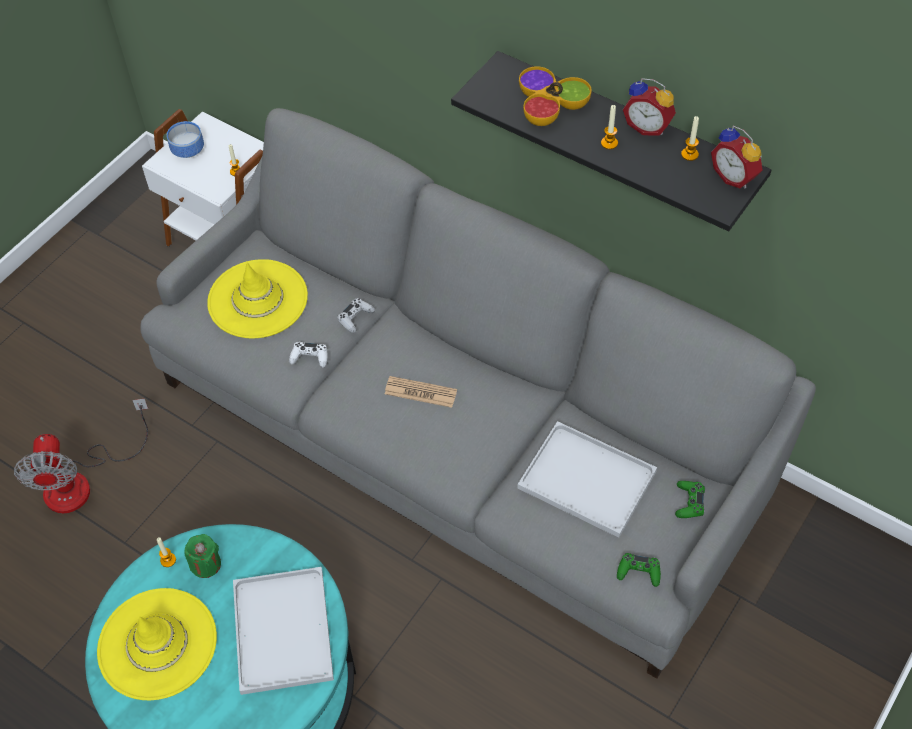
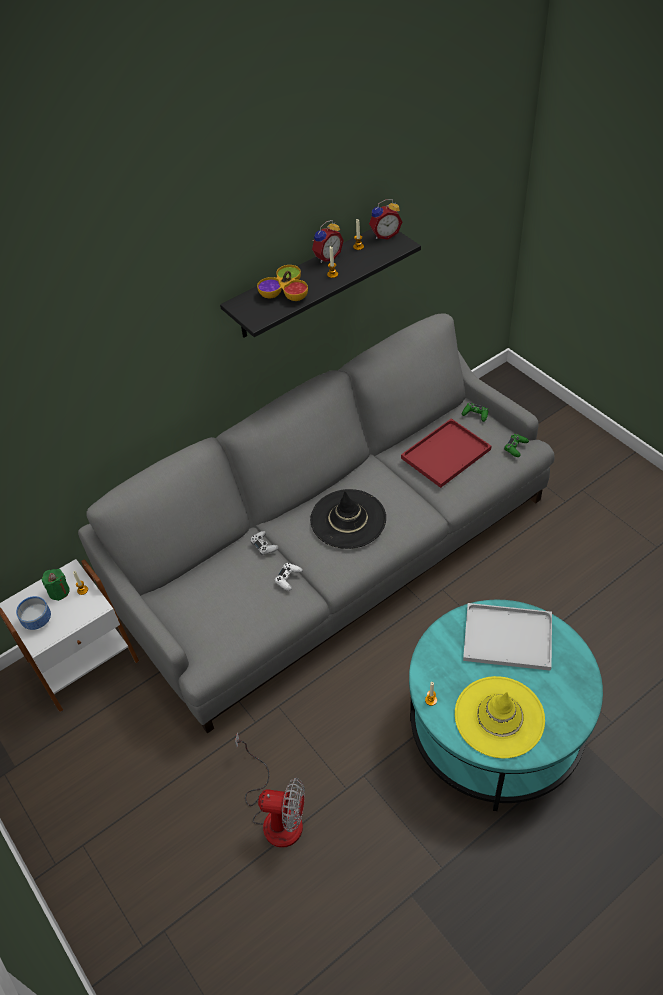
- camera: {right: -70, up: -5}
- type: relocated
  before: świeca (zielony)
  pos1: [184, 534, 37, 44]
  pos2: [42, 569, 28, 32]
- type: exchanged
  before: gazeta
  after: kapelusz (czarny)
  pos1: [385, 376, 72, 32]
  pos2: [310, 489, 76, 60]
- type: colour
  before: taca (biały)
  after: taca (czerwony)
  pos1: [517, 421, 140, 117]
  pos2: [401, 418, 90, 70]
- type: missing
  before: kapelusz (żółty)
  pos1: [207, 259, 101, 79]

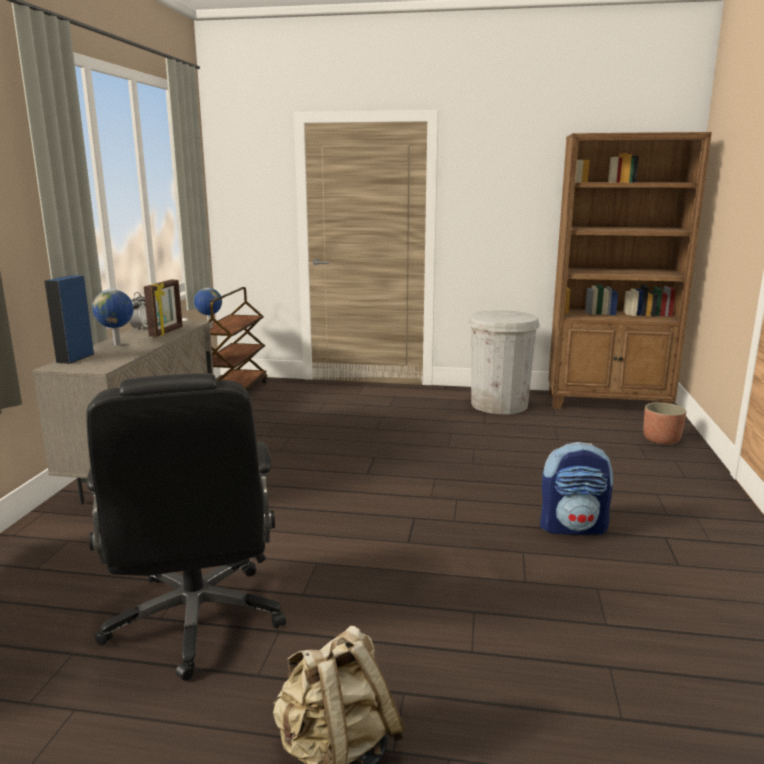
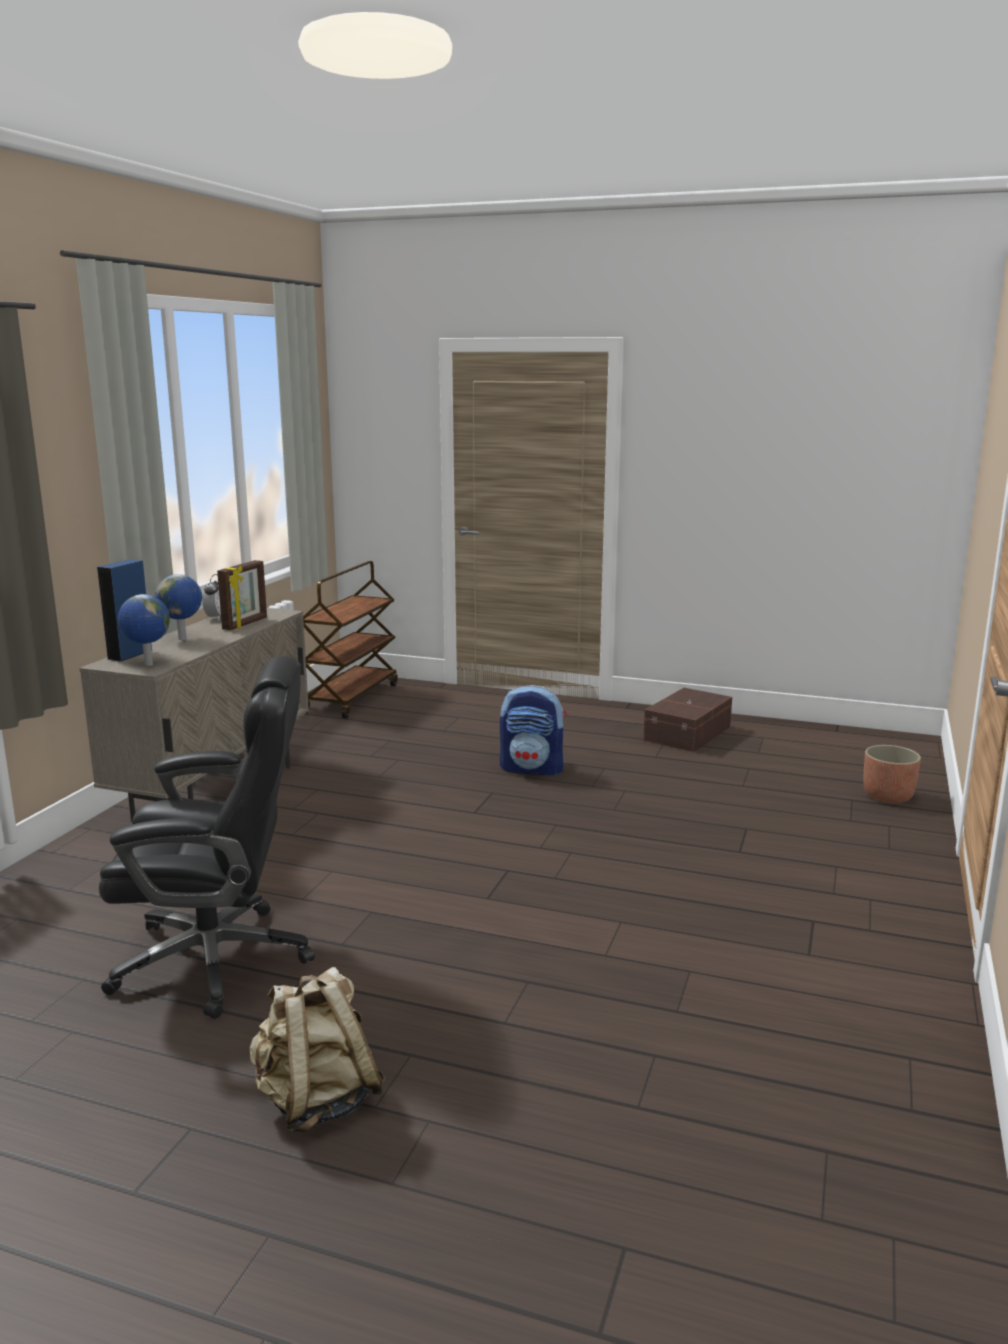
- camera: {right: 10, up: 0}
- type: spun
  before: krzesło biurowe (czarny)
  pos1: [86, 373, 200, 308]
  pos2: [99, 656, 216, 363]
  turn: -90
- type: relocated
  before: globus
  pos1: [194, 288, 28, 40]
  pos2: [118, 594, 52, 72]
- type: relocated
  before: plecak
  pos1: [540, 442, 73, 93]
  pos2: [500, 685, 67, 91]
- type: exchanged
  before: kosz na śmieci (biały)
  after: pojemnik do przechowywania (brązowy)
  pos1: [468, 310, 72, 104]
  pos2: [643, 688, 89, 64]
- type: missing
  before: regał (brązowy)
  pos1: [548, 132, 164, 277]

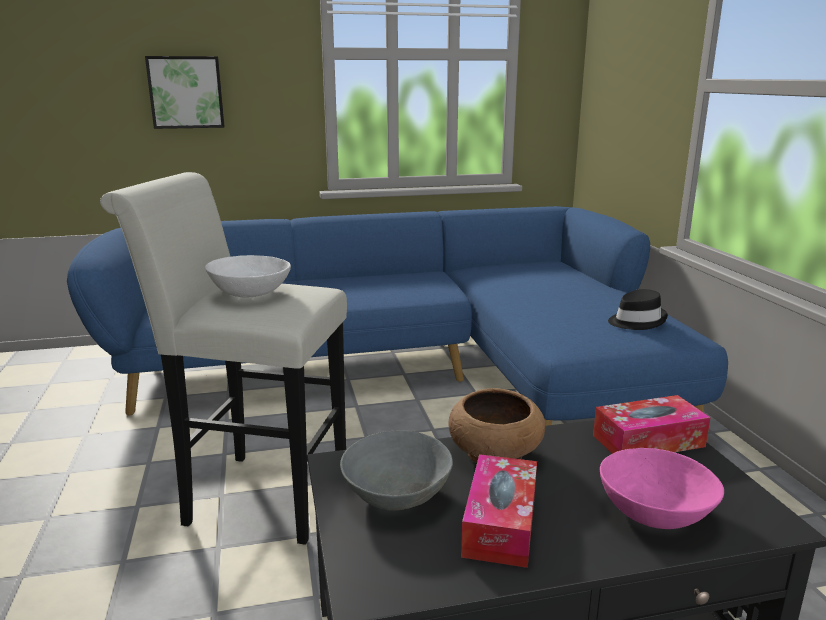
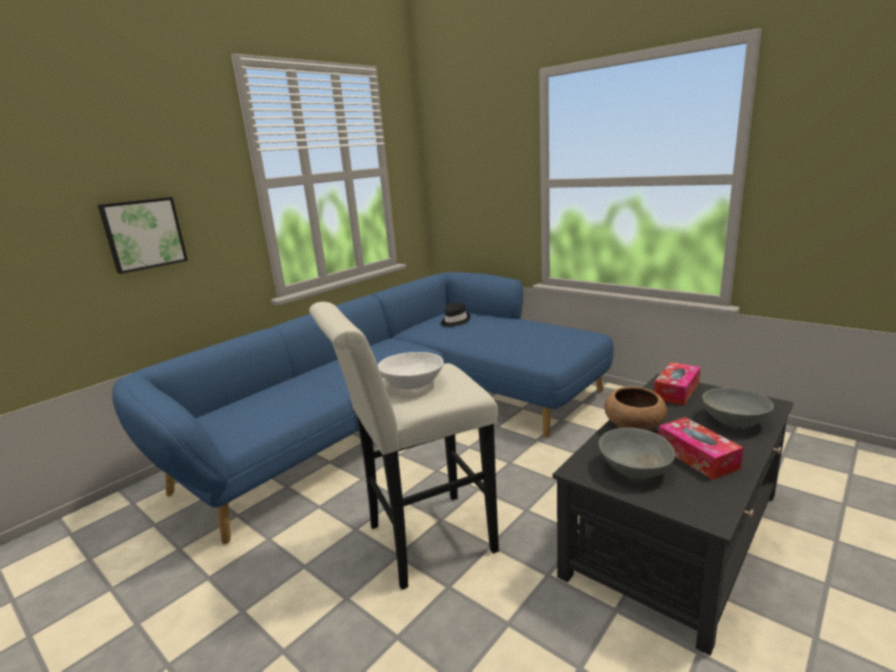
- camera: {right: -35, up: 0}
- type: relocated
  before: kapelusz (czarny)
  pos1: [608, 289, 60, 41]
  pos2: [441, 303, 29, 24]
- type: colour
  before: miska (różowy)
  after: miska (szary)
  pos1: [600, 448, 124, 81]
  pos2: [702, 388, 72, 39]

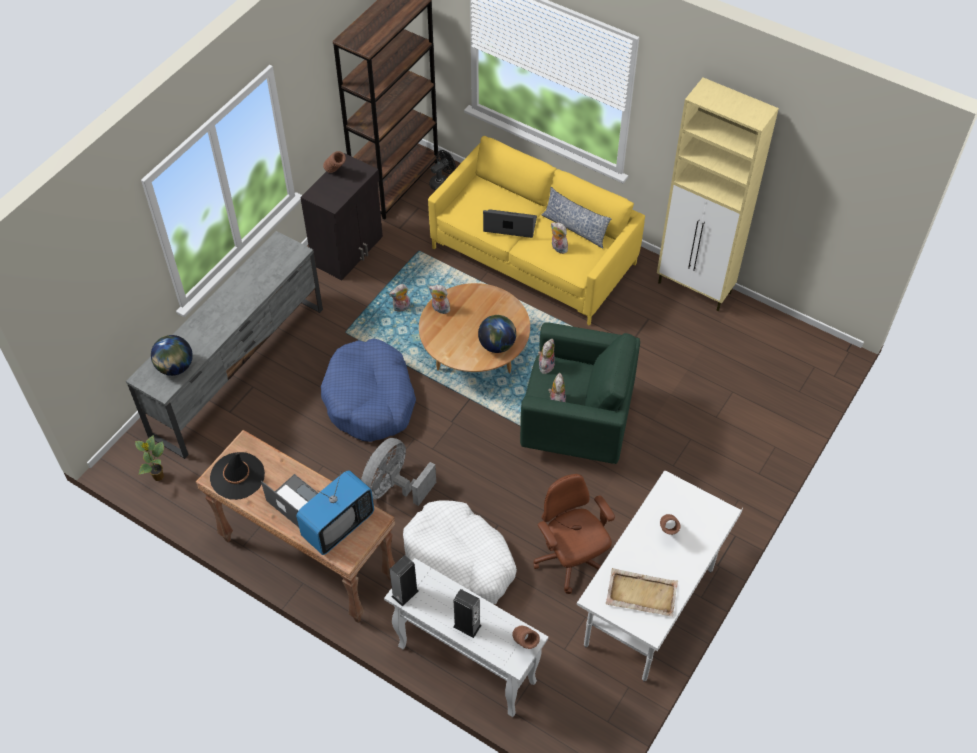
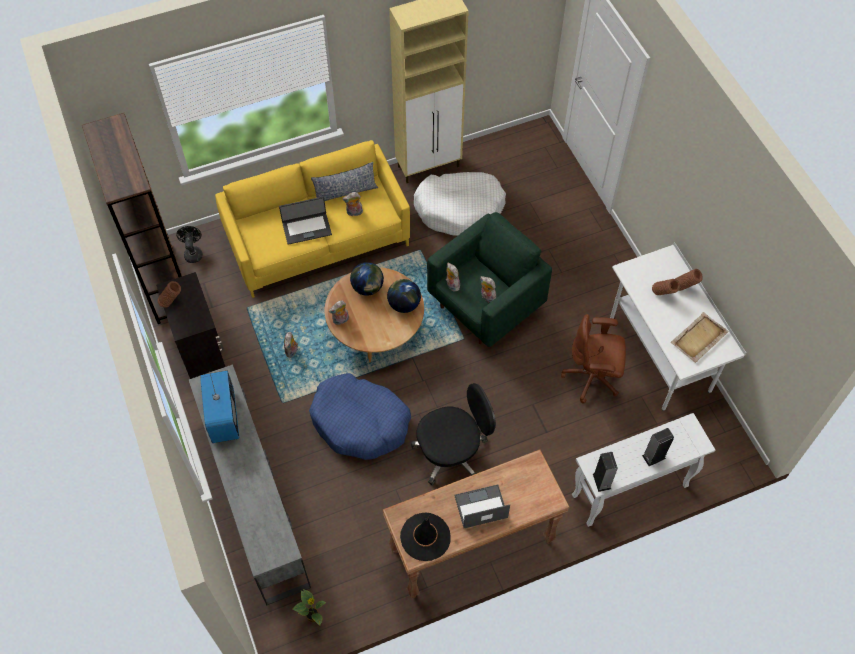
- camera: {right: -55, up: 5}
- type: relocated
  before: telewizor
  pos1: [296, 470, 78, 85]
  pos2: [200, 371, 39, 72]
- type: spun
  before: laptop
  pos1: [483, 209, 54, 29]
  pos2: [279, 197, 53, 48]
  turn: -150
- type: relocated
  before: globus
  pos1: [151, 335, 42, 41]
  pos2: [350, 262, 34, 34]
- type: exchanged
  before: wentylator (szary)
  after: krzesło biurowe (czarny)
  pos1: [361, 438, 75, 68]
  pos2: [411, 383, 85, 102]
- type: relocated
  before: legowisko (biały)
  pos1: [403, 500, 114, 104]
  pos2: [414, 172, 92, 64]
- type: relocated
  before: wazon (brązowy)
  pos1: [512, 626, 28, 23]
  pos2: [675, 269, 28, 22]

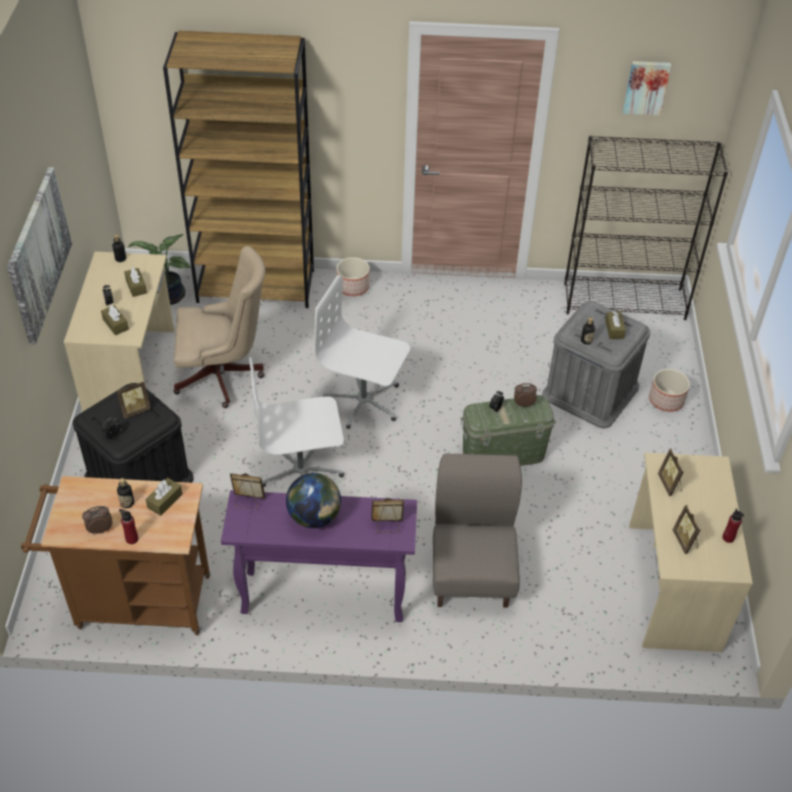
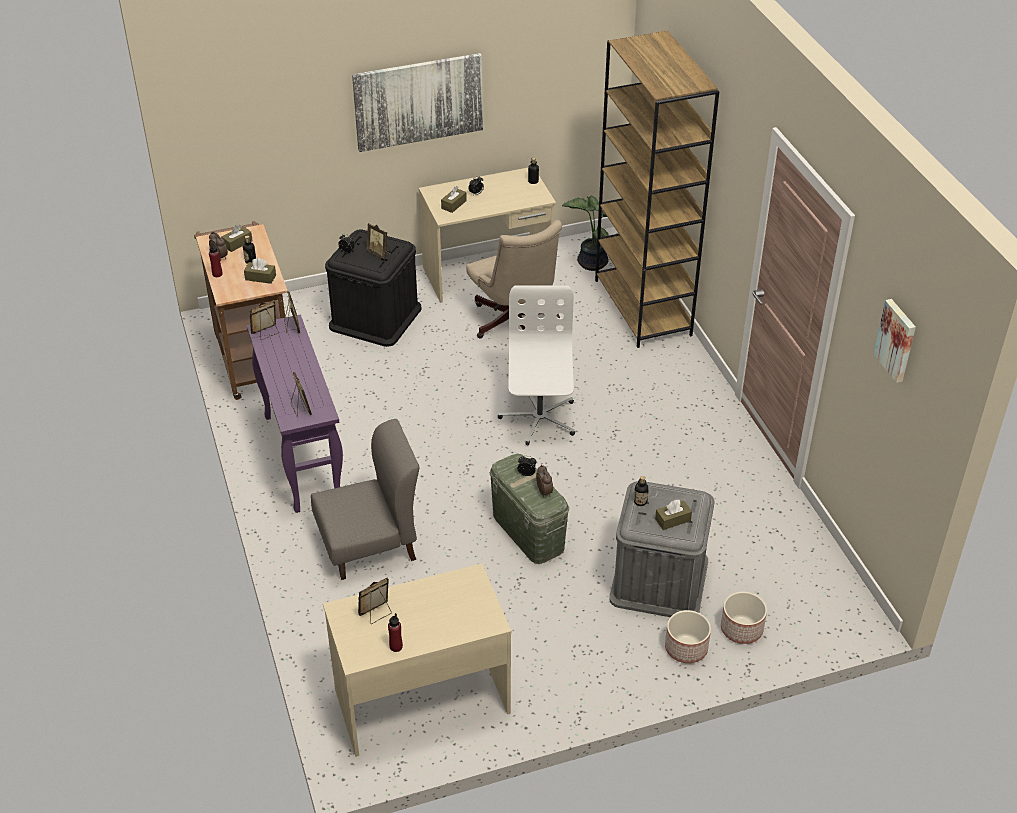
- camera: {right: 70, up: -5}
- type: relocated
  before: pudełko chusteczek (brązowy)
  pos1: [124, 267, 23, 30]
  pos2: [221, 224, 32, 28]
- type: relocated
  before: ramka na zdjęcie
  pos1: [658, 449, 25, 47]
  pos2: [250, 300, 29, 40]
- type: relocated
  before: donica
  pos1: [336, 257, 34, 39]
  pos2: [721, 592, 46, 52]
- type: missing
  before: krzesło biurowe (biały)
  pos1: [249, 357, 95, 130]
- type: missing
  before: globus
  pos1: [286, 473, 55, 55]
- type: missing
  before: regał (czarny)
  pos1: [564, 136, 164, 184]

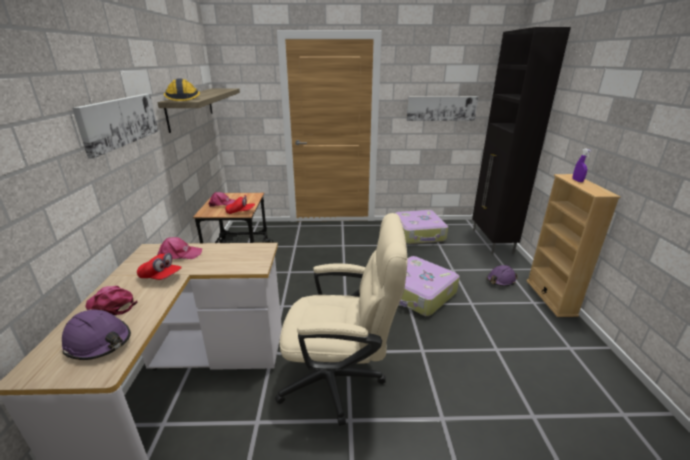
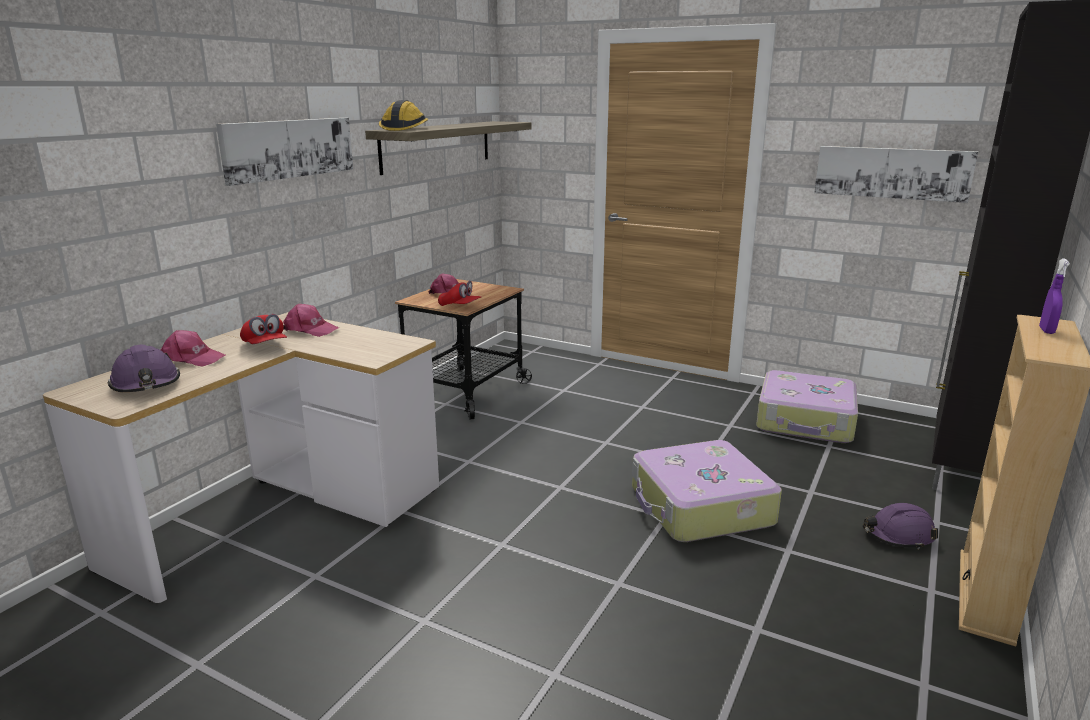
- camera: {right: 30, up: -5}
- type: spun
  before: czapka z daszkiem (różowy)
  pos1: [85, 286, 53, 29]
  pos2: [161, 330, 64, 36]
  turn: 135
- type: missing
  before: krzesło biurowe (beżowy)
  pos1: [275, 213, 133, 213]

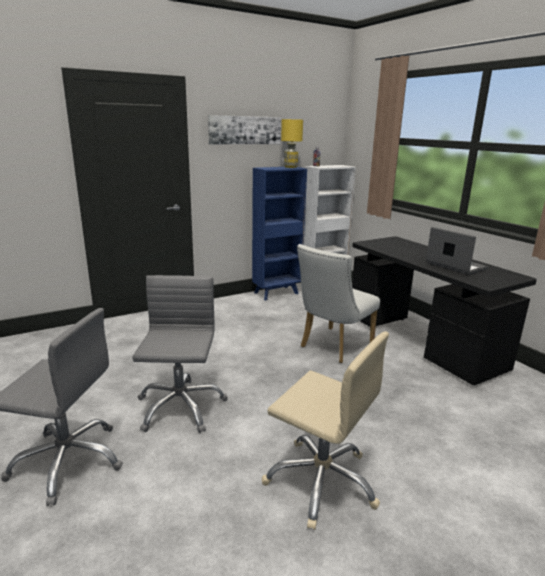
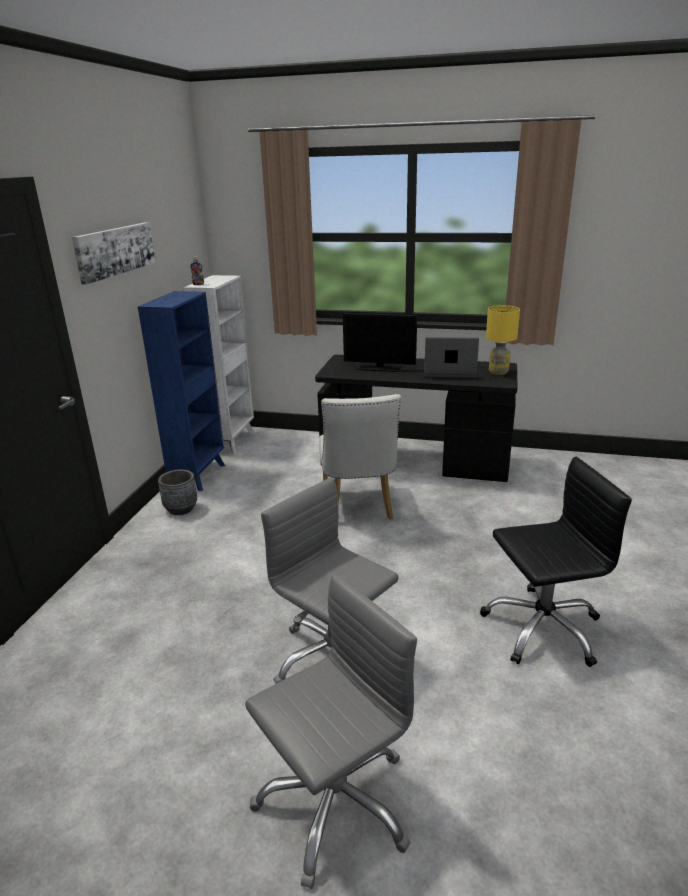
- camera: {right: -45, up: 5}
- type: appeared
  after: donica (szary)
  pos2: [158, 469, 39, 46]
- type: appeared
  after: monitor
  pos2: [343, 313, 74, 59]
- type: colour
  before: krzesło biurowe (beżowy)
  after: krzesło biurowe (czarny)
  pos1: [262, 332, 127, 198]
  pos2: [480, 457, 152, 210]
- type: relocated
  before: lampa stołowa (żółty)
  pos1: [281, 119, 22, 49]
  pos2: [486, 305, 34, 70]

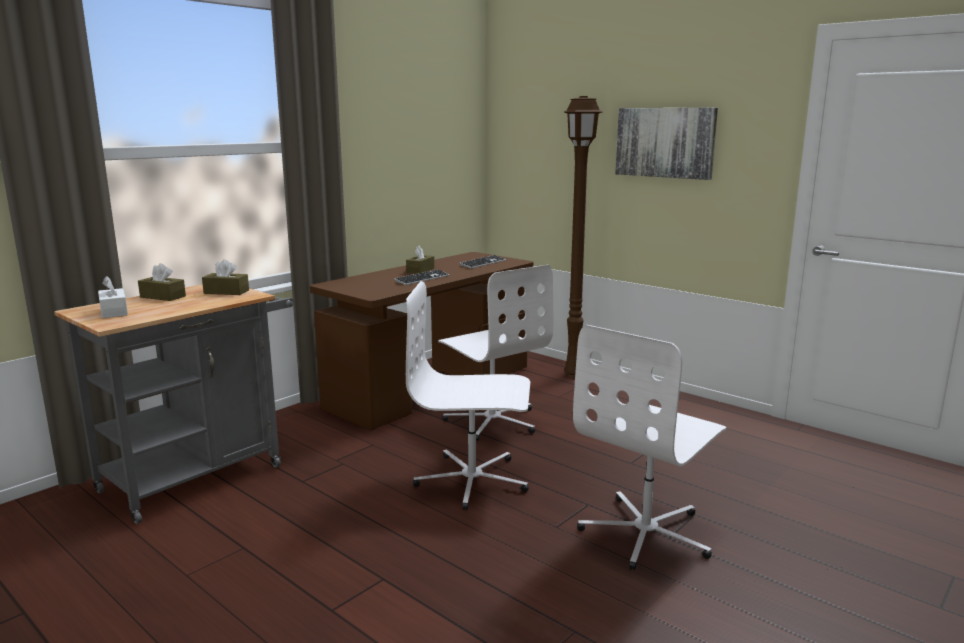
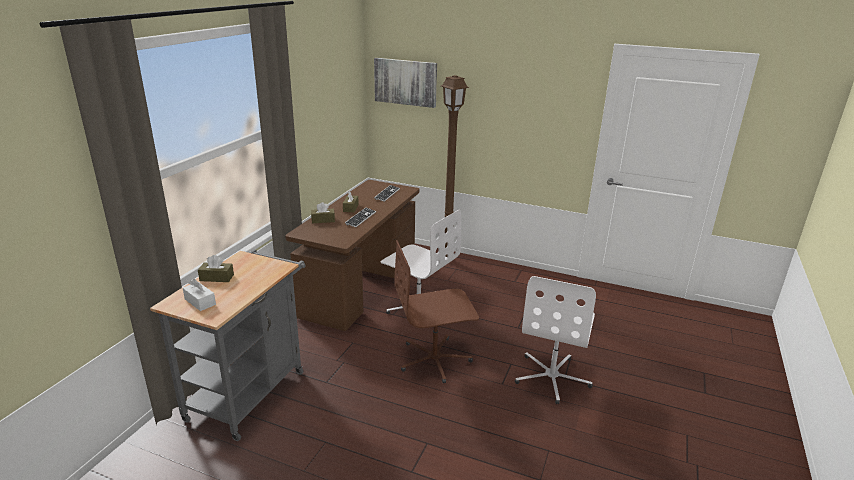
- camera: {right: -20, up: 10}
- type: relocated
  before: pudełko chusteczek (brązowy)
  pos1: [202, 259, 47, 36]
  pos2: [311, 202, 24, 21]
- type: relocated
  before: obraz
  pos1: [615, 108, 103, 72]
  pos2: [374, 58, 63, 50]
- type: colour
  before: krzesło biurowe (biały)
  after: krzesło biurowe (brązowy)
  pos1: [406, 281, 124, 229]
  pos2: [394, 240, 85, 143]

